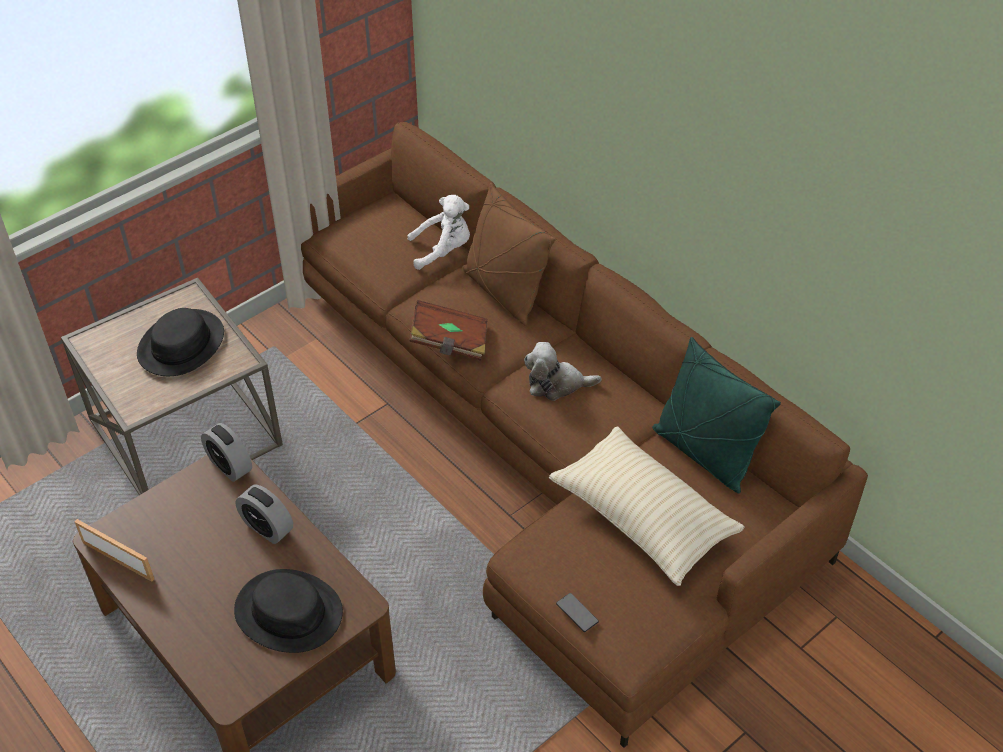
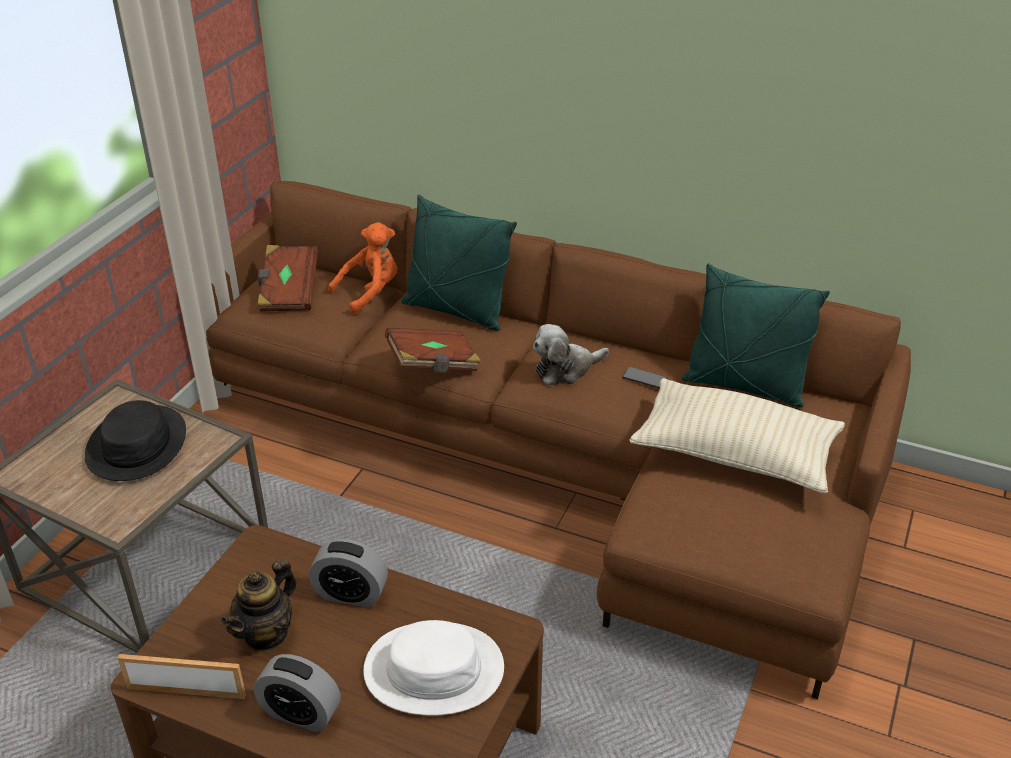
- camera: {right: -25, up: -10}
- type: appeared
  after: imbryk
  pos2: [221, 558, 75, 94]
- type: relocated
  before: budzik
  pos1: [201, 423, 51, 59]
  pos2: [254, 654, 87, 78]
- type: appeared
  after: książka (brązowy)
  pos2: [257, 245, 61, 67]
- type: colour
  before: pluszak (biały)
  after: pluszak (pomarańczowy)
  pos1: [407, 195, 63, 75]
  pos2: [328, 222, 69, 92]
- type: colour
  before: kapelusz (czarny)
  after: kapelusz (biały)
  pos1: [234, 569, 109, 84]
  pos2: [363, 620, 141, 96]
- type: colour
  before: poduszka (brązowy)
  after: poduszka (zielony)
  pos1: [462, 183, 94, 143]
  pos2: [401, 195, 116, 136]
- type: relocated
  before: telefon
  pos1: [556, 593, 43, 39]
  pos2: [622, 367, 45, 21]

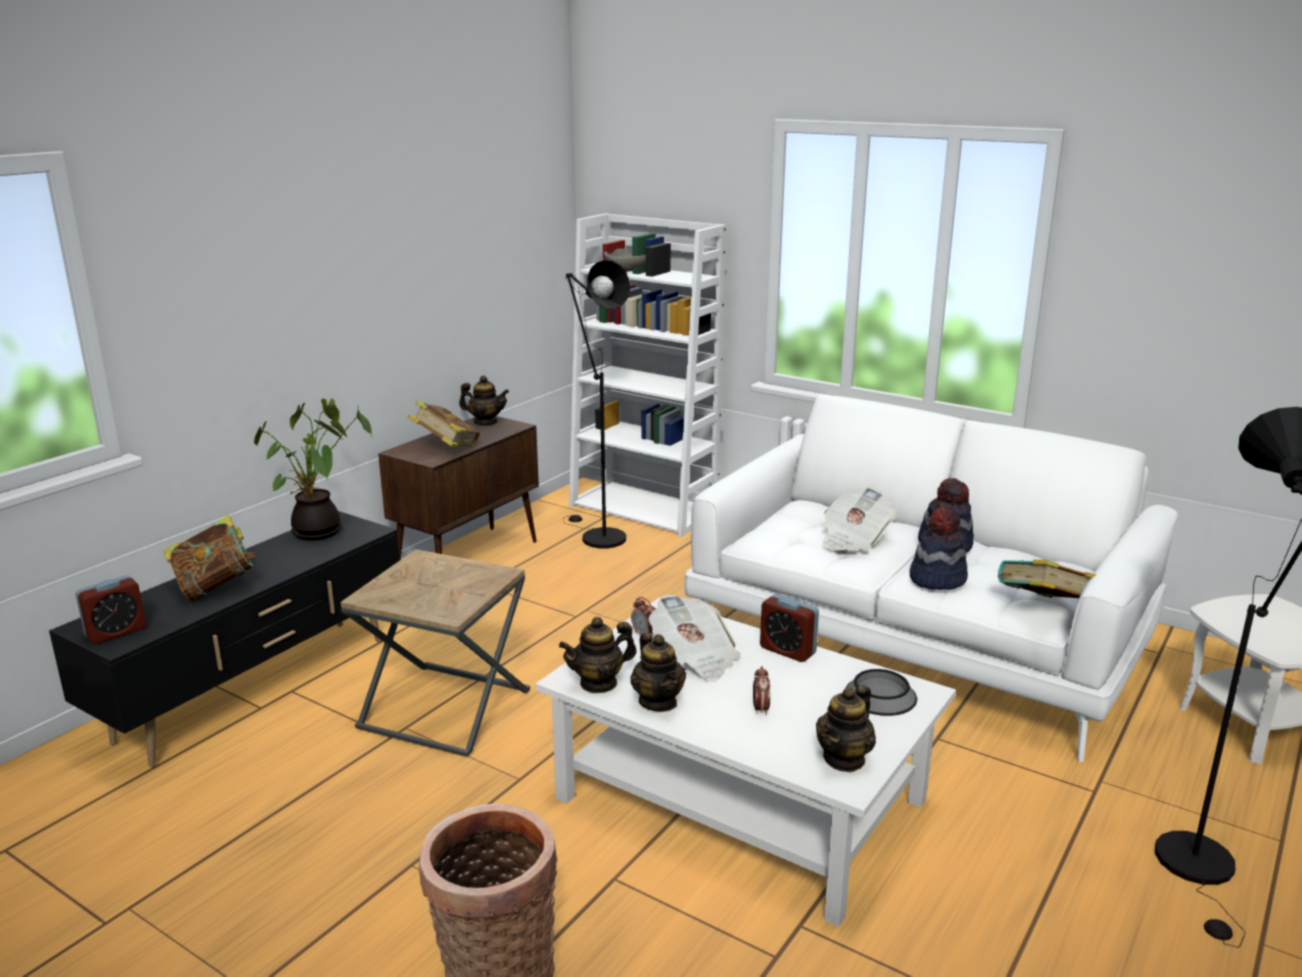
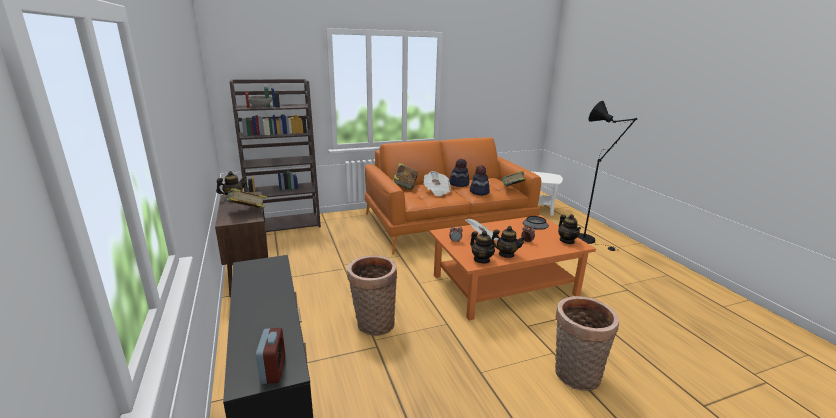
- camera: {right: -55, up: 0}
- type: colour
  before: regał (biały)
  after: regał (brązowy)
  pos1: [569, 213, 157, 324]
  pos2: [229, 79, 92, 153]
- type: exchanged
  before: stolik (brązowy)
  after: koszyk
  pos1: [341, 549, 189, 208]
  pos2: [347, 256, 50, 80]
- type: colour
  before: kanapa (biały)
  after: kanapa (pomarańczowy)
  pos1: [684, 394, 494, 368]
  pos2: [365, 137, 176, 118]
- type: relocated
  before: książka
  pos1: [163, 515, 94, 86]
  pos2: [392, 163, 26, 27]
- type: colour
  before: ława (biały)
  after: ława (pomarańczowy)
  pos1: [536, 597, 420, 330]
  pos2: [429, 215, 167, 106]
- type: spun
  before: imbryk
  pos1: [559, 617, 78, 76]
  pos2: [470, 231, 27, 33]
  turn: -45
- type: missing
  before: roślina doniczkowa
  pos1: [254, 399, 118, 142]
- type: missing
  before: lampa stojąca (czarny)
  pos1: [564, 260, 66, 288]
- type: missing
  before: budzik
  pos1: [760, 594, 59, 68]

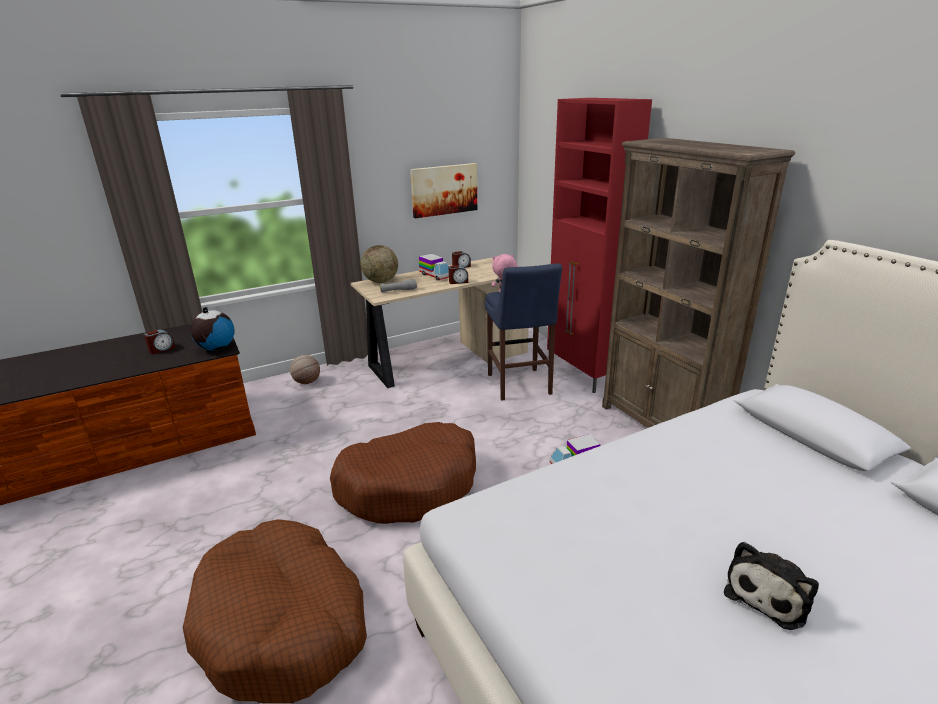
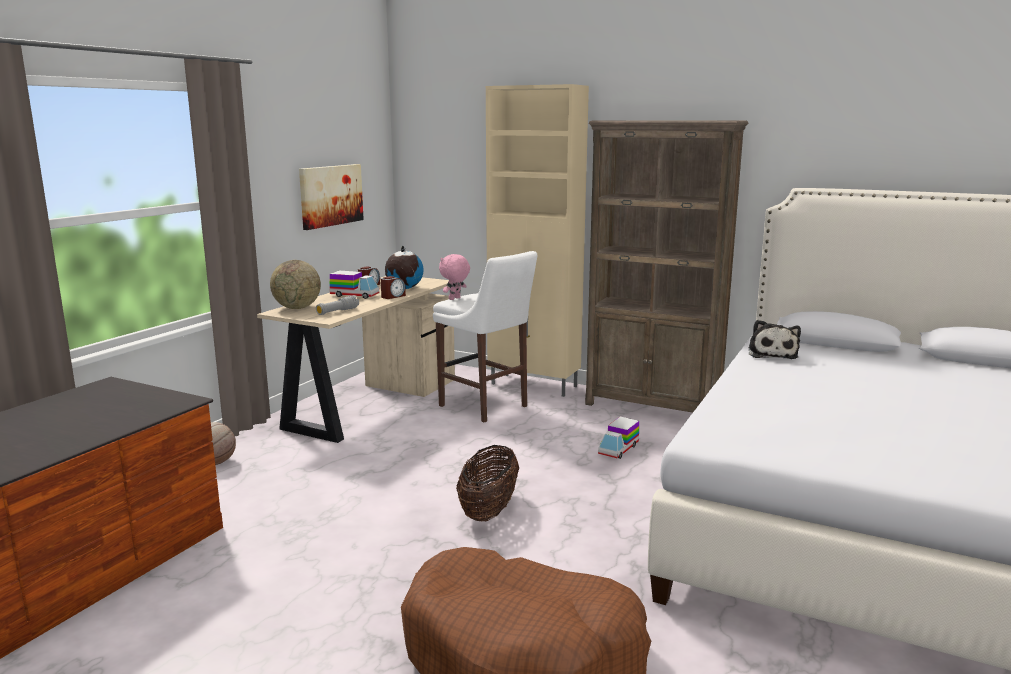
- camera: {right: -35, up: -10}
- type: relocated
  before: globus
  pos1: [190, 307, 44, 43]
  pos2: [385, 246, 39, 43]
- type: colour
  before: stołek (niebieski)
  after: stołek (biały)
  pos1: [485, 263, 77, 138]
  pos2: [433, 251, 104, 172]
- type: exchanged
  before: legowisko (brązowy)
  after: koszyk
  pos1: [330, 422, 146, 102]
  pos2: [456, 445, 63, 76]
- type: colour
  before: szafka (czerwony)
  after: szafka (beżowy)
  pos1: [547, 98, 105, 295]
  pos2: [486, 84, 103, 313]
- type: relocated
  before: pluszak
  pos1: [724, 542, 95, 88]
  pos2: [749, 320, 52, 39]
- type: missing
  before: budzik
  pos1: [144, 329, 32, 25]

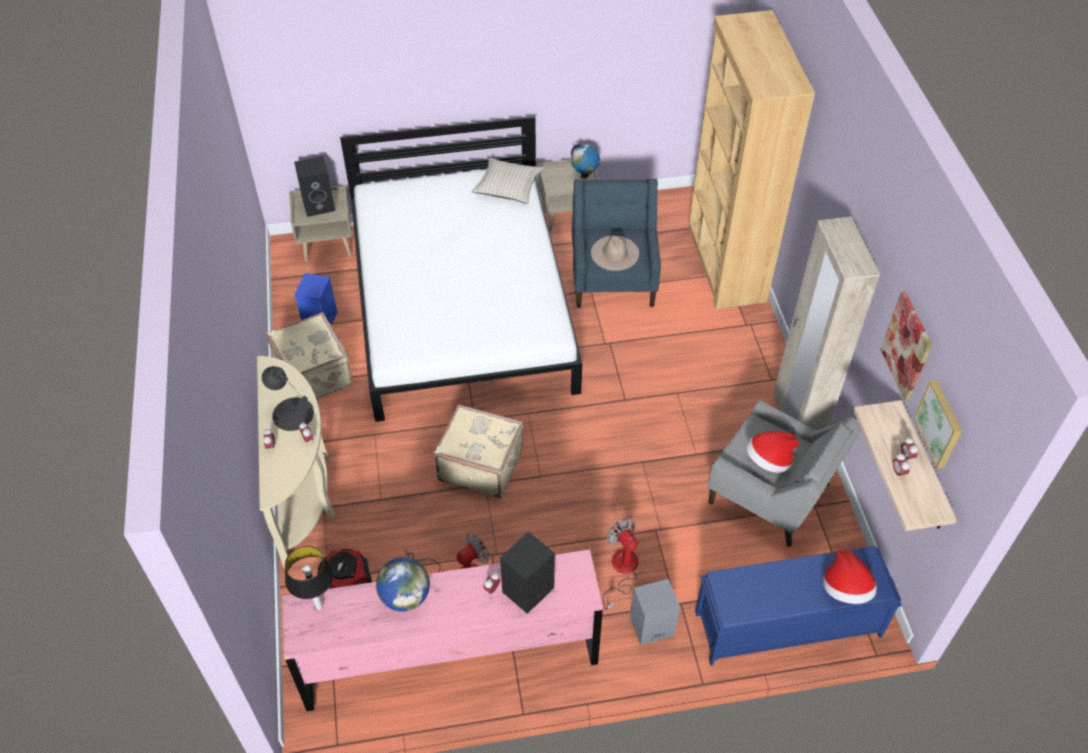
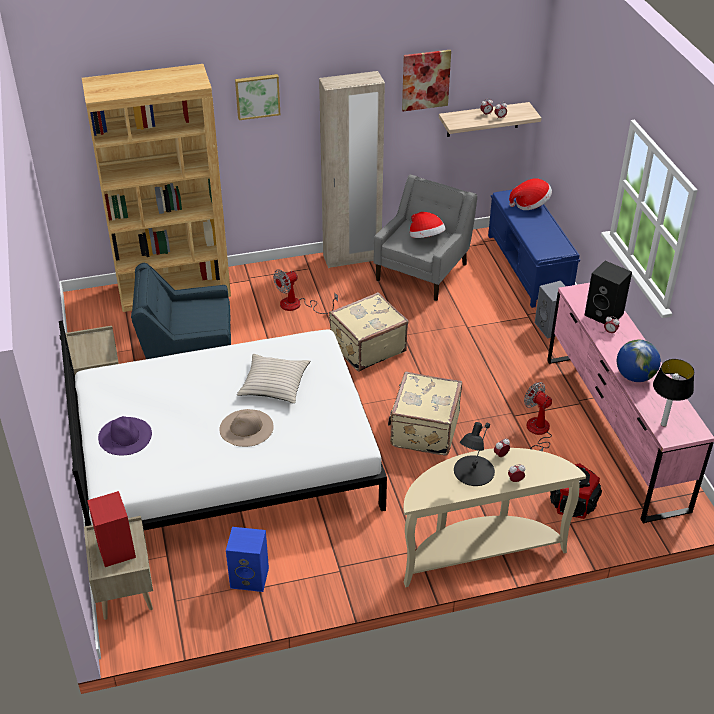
- camera: {right: -95, up: -10}
- type: colour
  before: głośnik (czarny)
  after: głośnik (czerwony)
  pos1: [294, 156, 41, 61]
  pos2: [87, 491, 49, 76]
- type: appeared
  after: kapelusz (fioletowy)
  pos2: [98, 416, 54, 39]
- type: relocated
  before: kapelusz (beżowy)
  pos1: [591, 236, 48, 35]
  pos2: [219, 409, 55, 38]
- type: relocated
  before: obraz
  pos1: [913, 380, 49, 89]
  pos2: [235, 74, 45, 46]
- type: relocated
  before: poduszka (beżowy)
  pos1: [472, 158, 72, 46]
  pos2: [237, 354, 73, 49]
- type: relocated
  before: wentylator
  pos1: [603, 518, 36, 92]
  pos2: [273, 269, 65, 45]
- type: relocated
  before: walizka (beżowy)
  pos1: [266, 312, 87, 87]
  pos2: [329, 292, 79, 79]
- type: missing
  before: globus
  pos1: [571, 144, 29, 35]

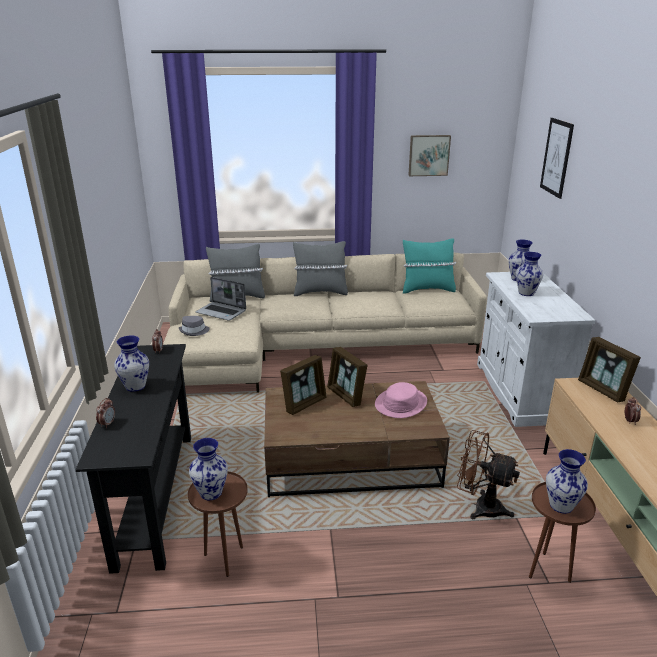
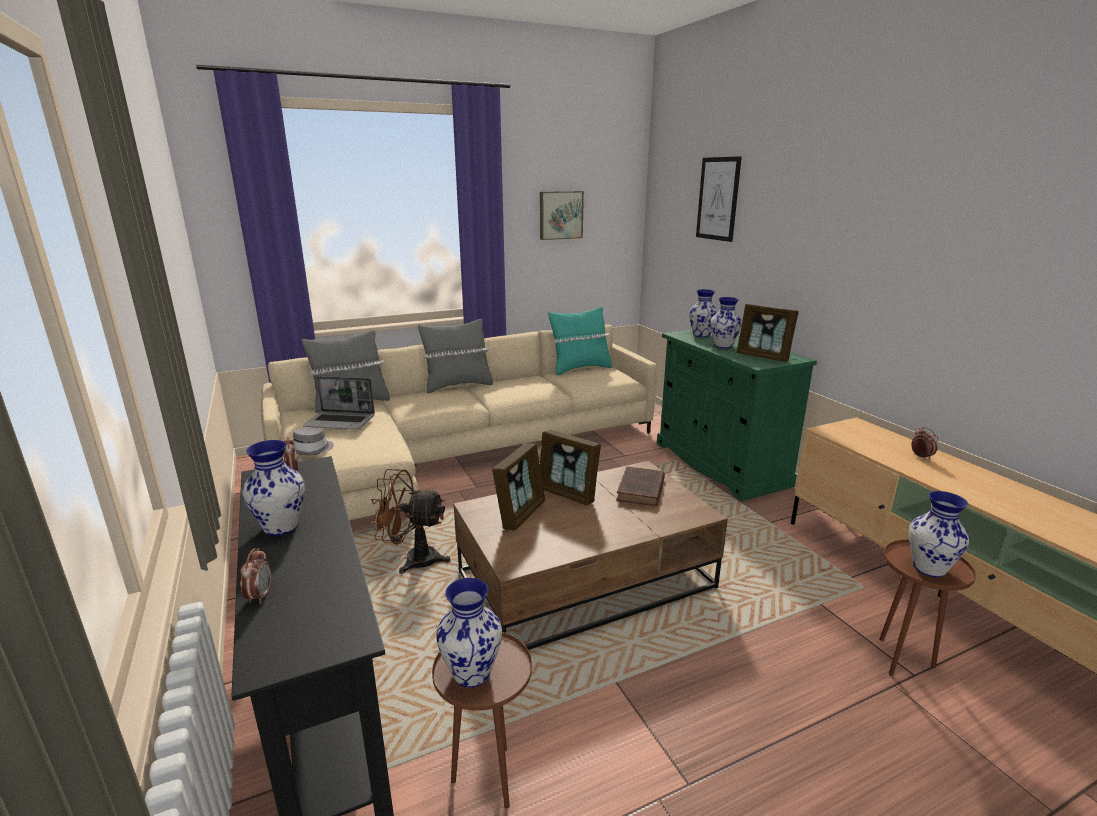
- camera: {right: -20, up: -5}
- type: relocated
  before: wentylator (brązowy)
  pos1: [457, 430, 63, 89]
  pos2: [370, 469, 80, 105]
- type: exchanged
  before: kapelusz (różowy)
  after: książka (brązowy)
  pos1: [375, 382, 52, 36]
  pos2: [616, 466, 49, 40]
- type: colour
  before: szafka (biały)
  after: szafka (zielony)
  pos1: [477, 272, 119, 155]
  pos2: [657, 330, 160, 171]
- type: relocated
  before: ramka na zdjęcie
  pos1: [578, 337, 63, 66]
  pos2: [737, 304, 62, 58]

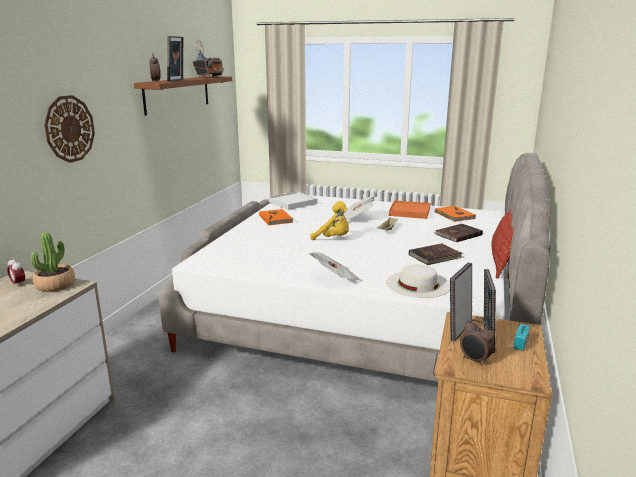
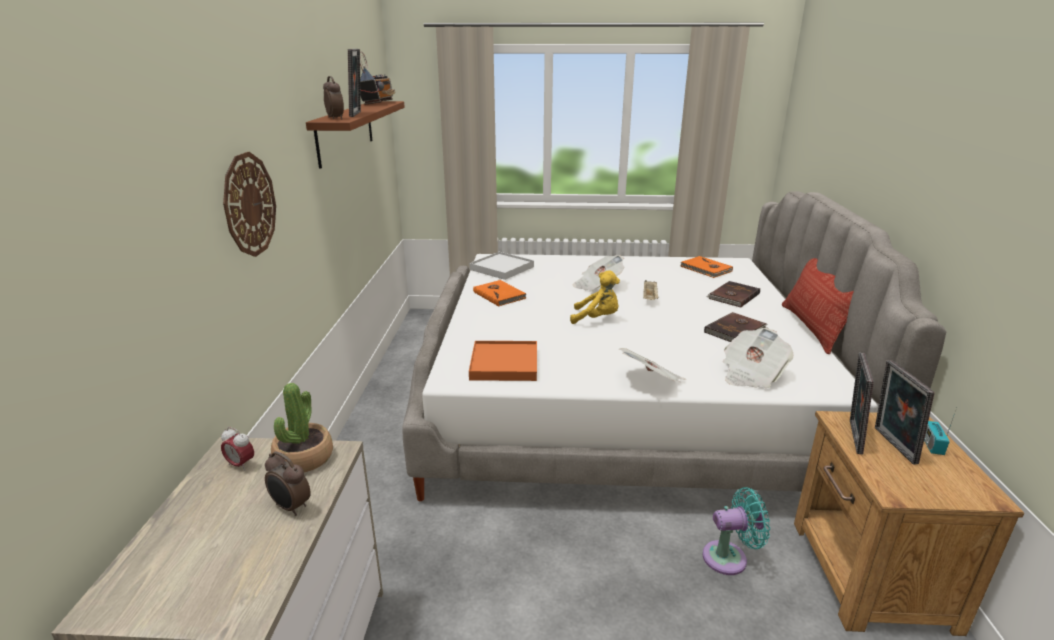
- camera: {right: -15, up: 5}
- type: relocated
  before: budzik
  pos1: [460, 319, 35, 47]
  pos2: [265, 451, 46, 65]
- type: relocated
  before: taca (pomarańczowy)
  pos1: [389, 200, 41, 19]
  pos2: [469, 341, 68, 40]
- type: appeared
  after: wentylator (turkusowy)
  pos2: [702, 487, 68, 88]
- type: exchanged
  before: kapelusz (biały)
  after: gazeta
  pos1: [386, 264, 64, 34]
  pos2: [723, 328, 71, 60]

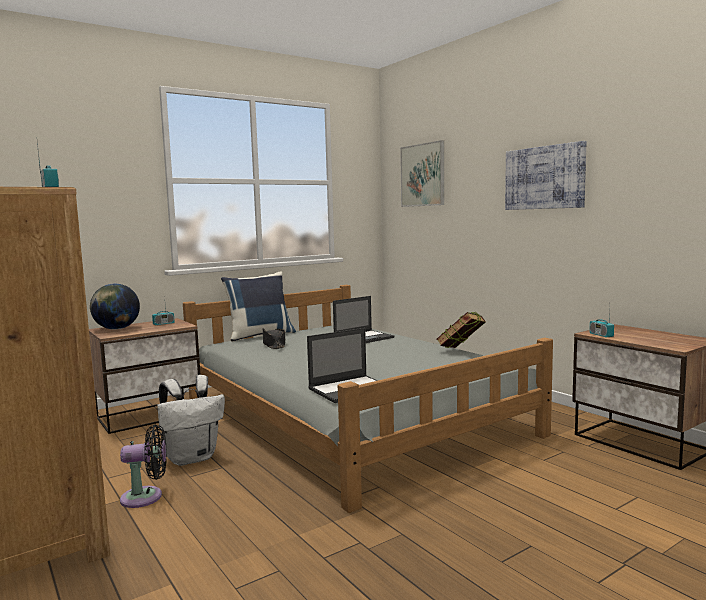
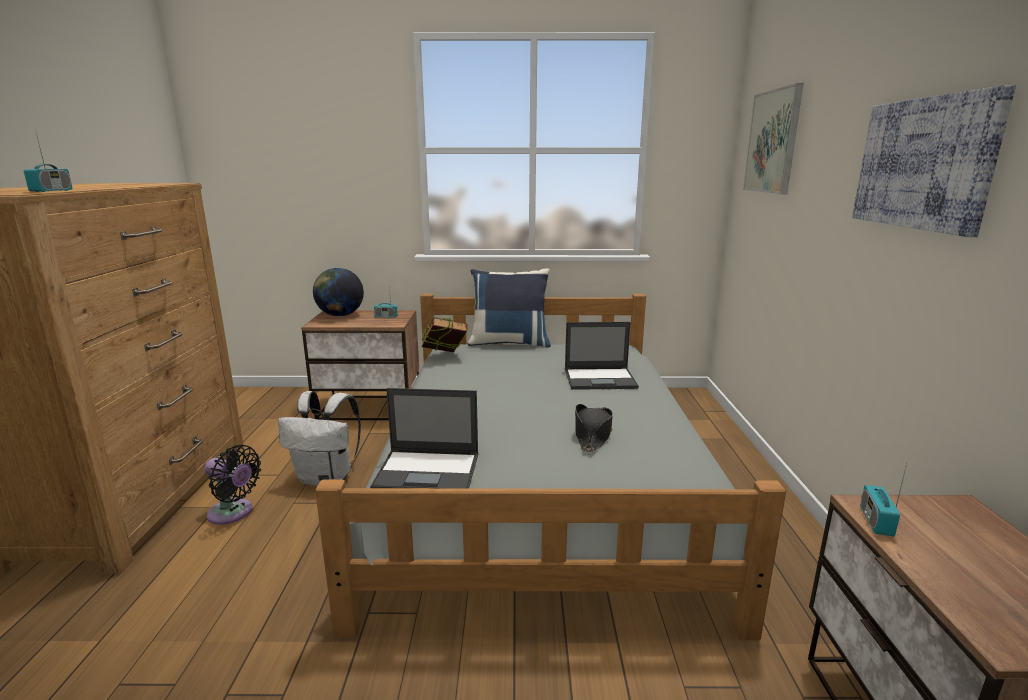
- camera: {right: 35, up: 10}
- type: relocated
  before: książka
  pos1: [436, 312, 50, 36]
  pos2: [422, 317, 46, 35]
- type: relocated
  before: kapelusz (czarny)
  pos1: [263, 328, 22, 21]
  pos2: [575, 404, 38, 48]

